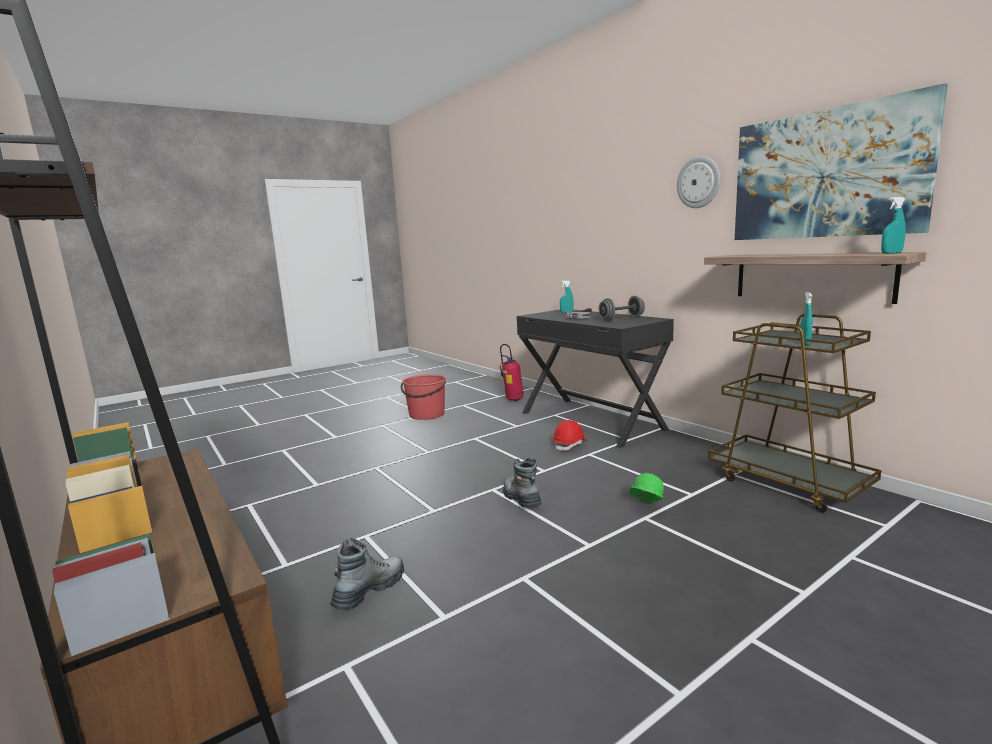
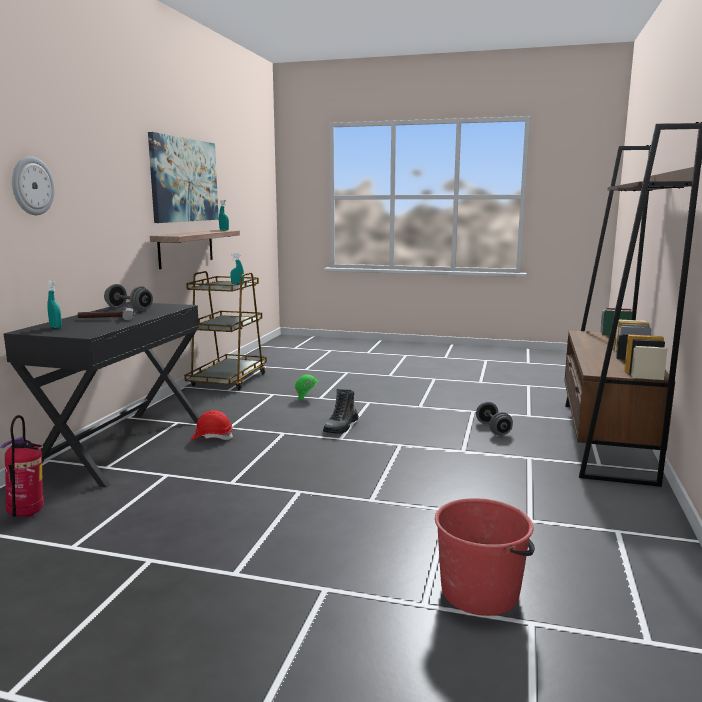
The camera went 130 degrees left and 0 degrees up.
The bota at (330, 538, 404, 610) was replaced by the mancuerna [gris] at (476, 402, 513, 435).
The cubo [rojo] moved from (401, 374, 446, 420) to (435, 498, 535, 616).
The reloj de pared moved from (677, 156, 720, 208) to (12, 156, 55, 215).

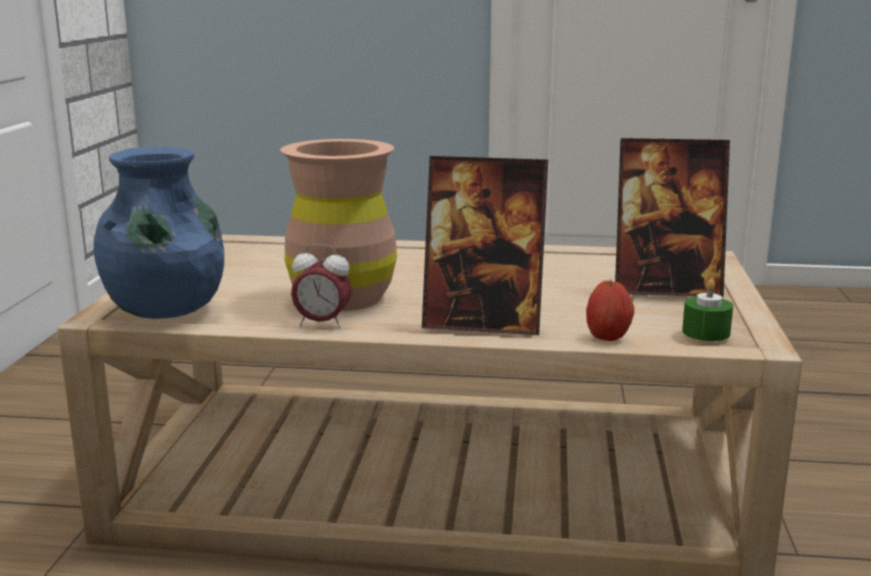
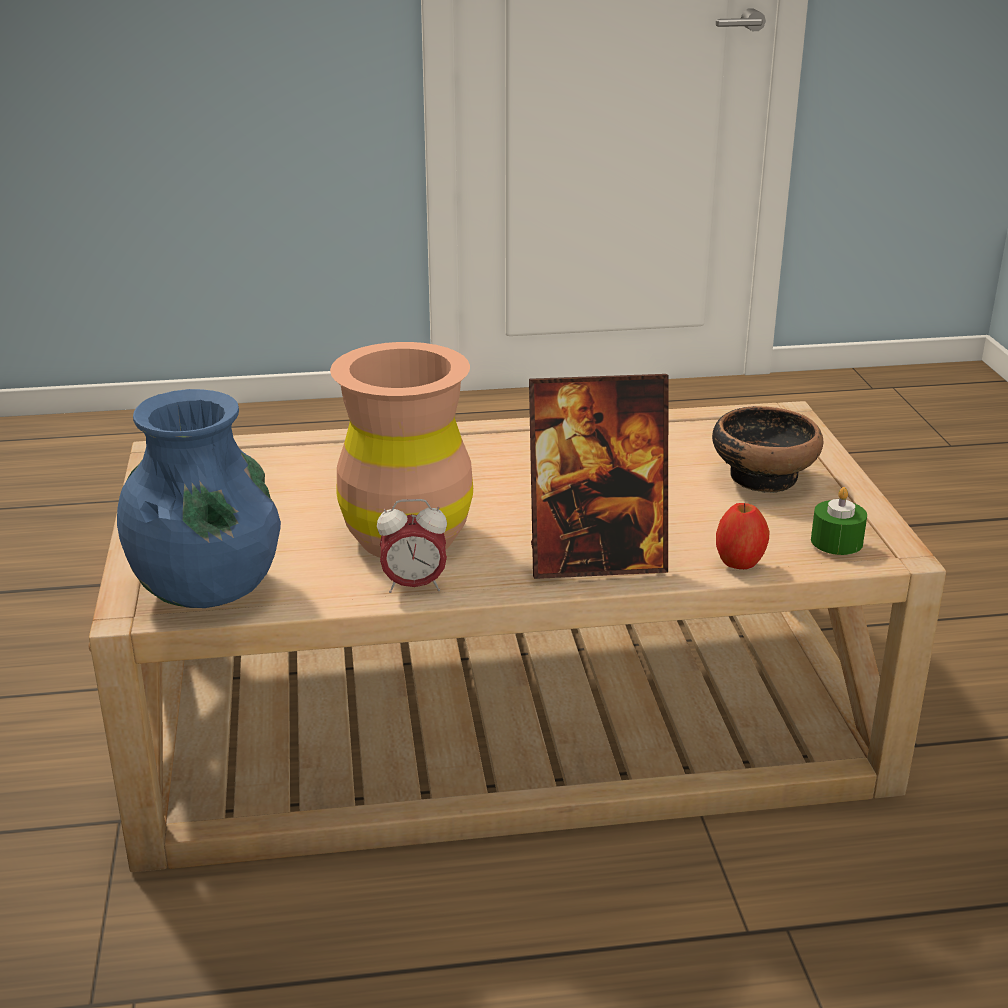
The camera went 15 degrees left and 10 degrees up.
The portarretratos at (615, 138, 730, 297) was replaced by the cuenco at (712, 406, 824, 493).

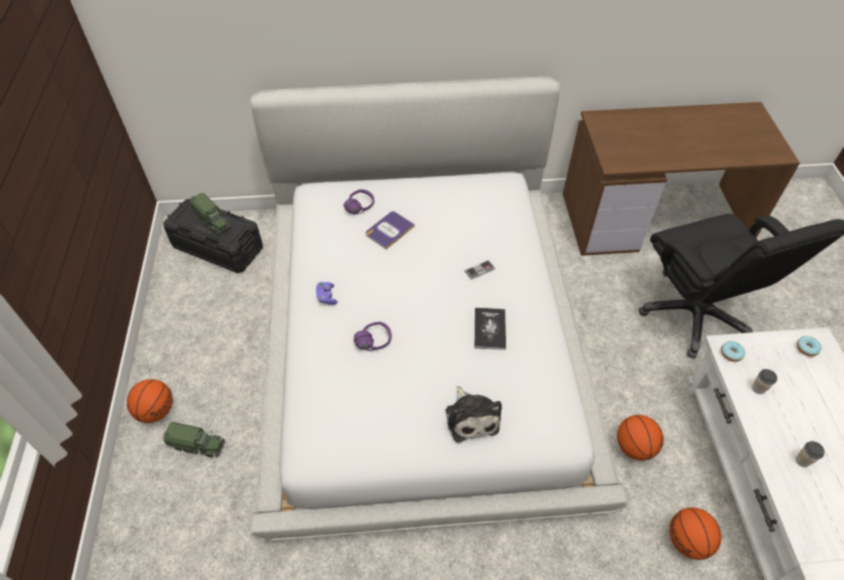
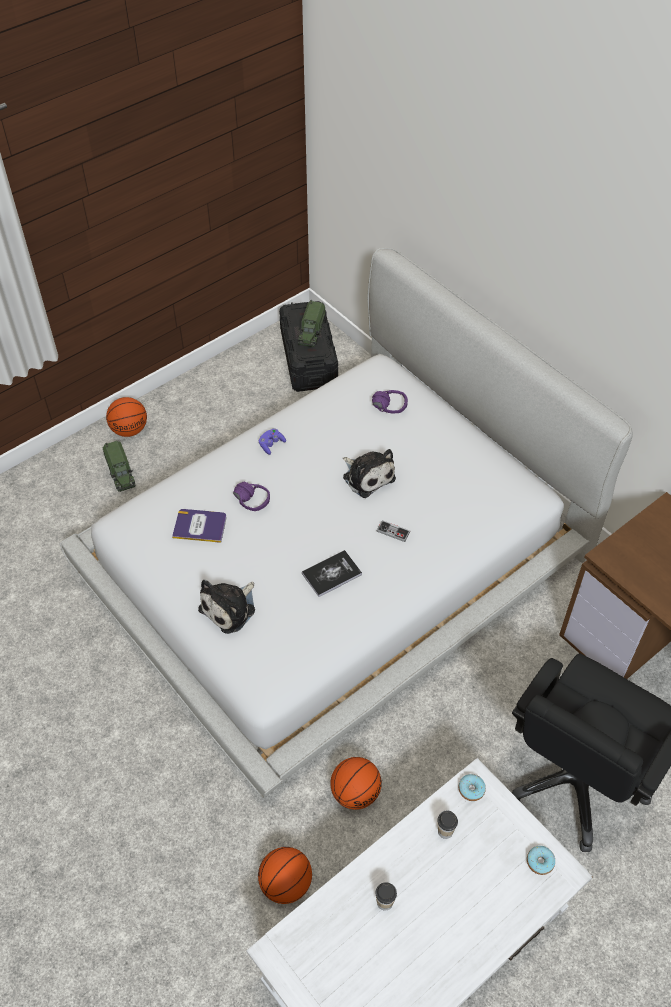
The camera went 55 degrees right and 0 degrees up.
The libro moved from (366, 211, 415, 250) to (172, 509, 227, 543).
The peluche at (343, 449, 396, 498) appeared.

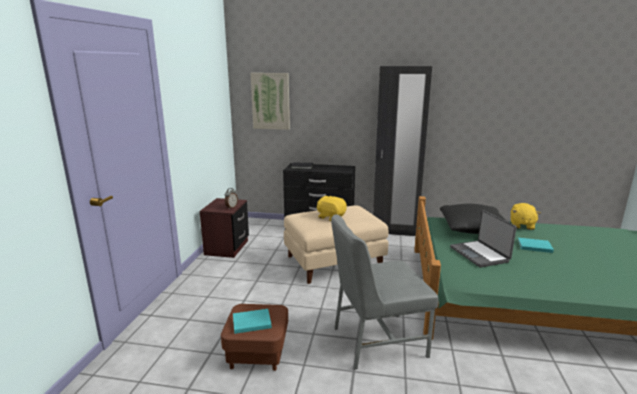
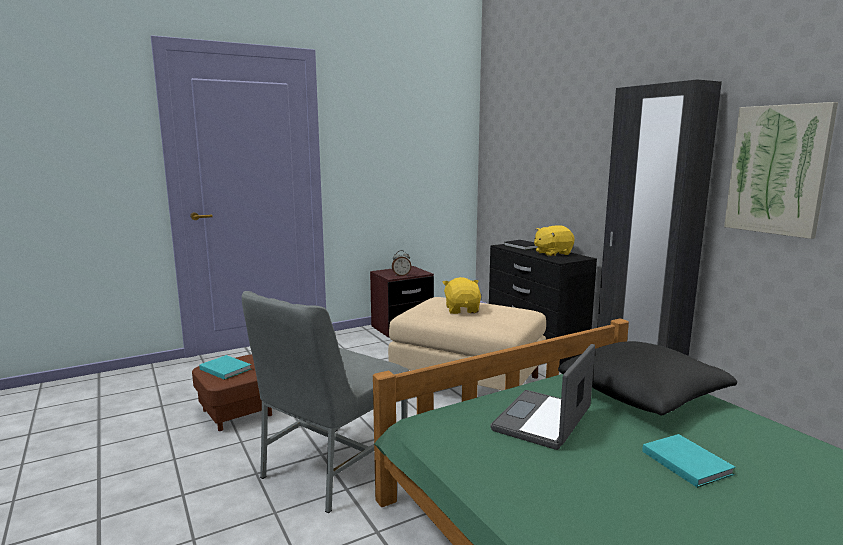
The camera went 50 degrees right and 5 degrees down.
The cuadro moved from (251, 73, 290, 130) to (724, 102, 838, 239).
The silla [gris] at (331, 214, 439, 369) turned 90 degrees counterclockwise.
The peluche [amarillo] moved from (511, 203, 541, 230) to (534, 225, 574, 256).

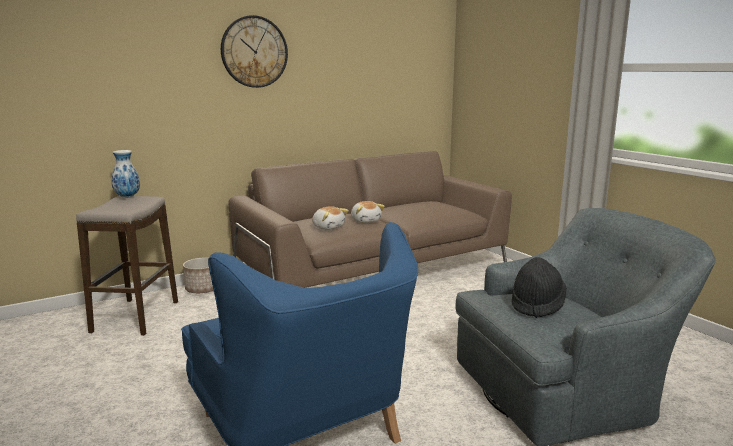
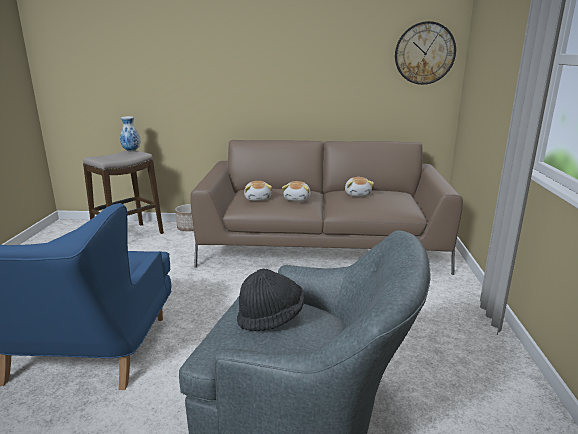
The camera went 35 degrees right and 5 degrees up.
The reloj de pared moved from (221, 15, 288, 88) to (395, 21, 456, 85).
The peluche at (345, 177, 374, 197) appeared.

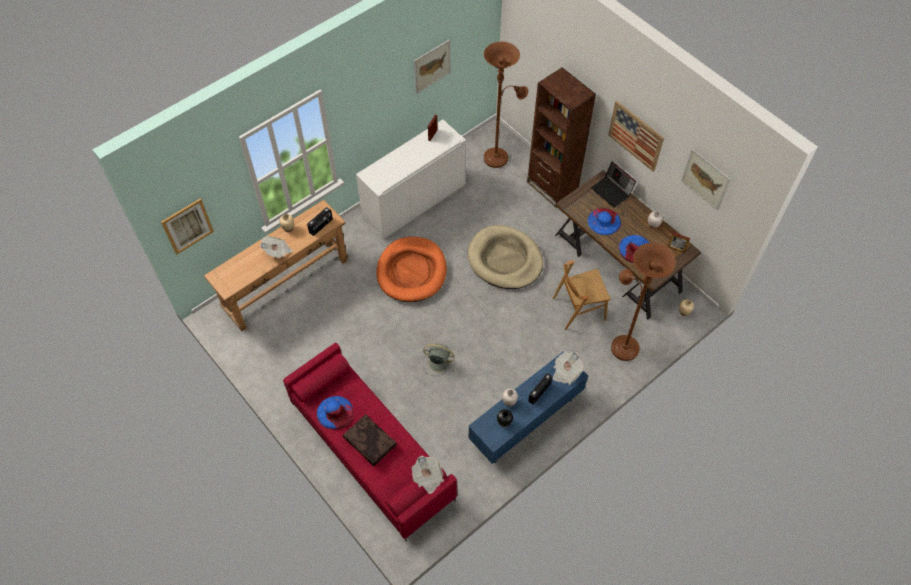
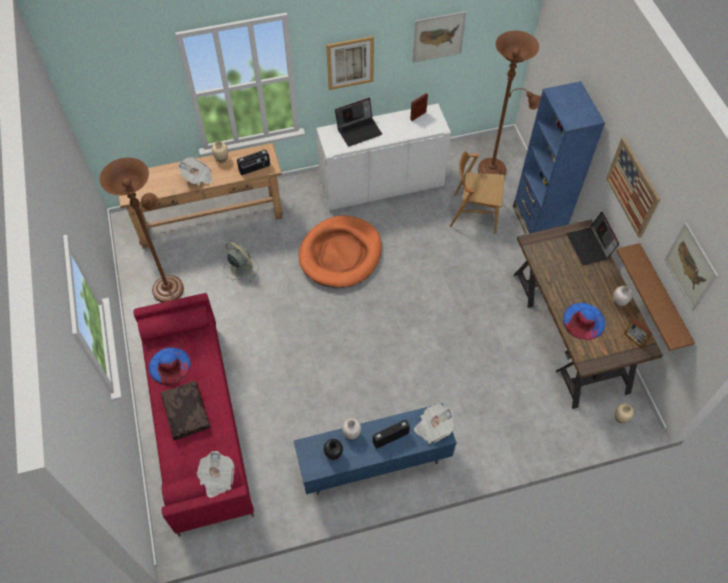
The camera went 25 degrees right and 0 degrees up.
The cuadro moved from (161, 198, 214, 255) to (326, 36, 374, 90).
The ventilador [gris] moved from (423, 343, 455, 376) to (223, 242, 259, 282).
The cama para perro [beis] at (468, 225, 543, 289) disappeared.
The estantería [marrón] at (527, 67, 596, 208) became the estantería [azul] at (513, 81, 605, 234).
The silla [marrón] moved from (553, 260, 611, 330) to (450, 151, 505, 234).
The sombrero [azul] at (588, 208, 621, 235) disappeared.
The lámpara de pie [marrón] moved from (611, 243, 676, 361) to (100, 158, 184, 302).
The portátil at (335, 98, 382, 146) appeared.
The estante [marrón] at (616, 243, 695, 351) appeared.

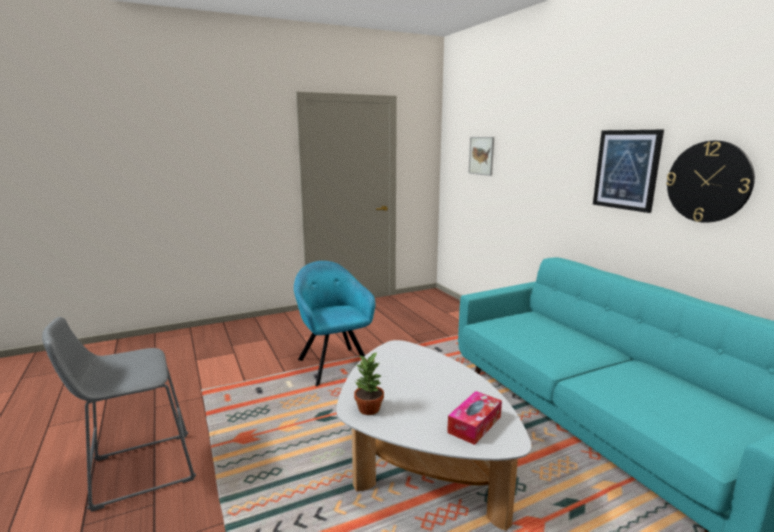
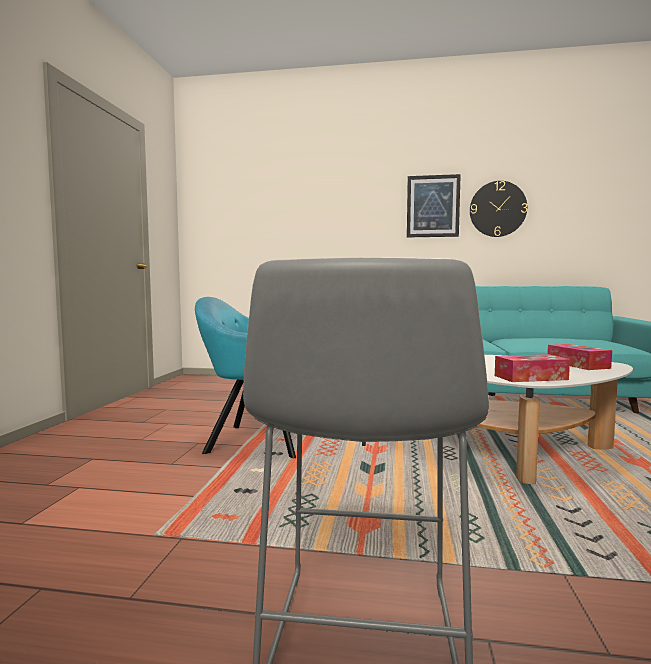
The camera went 55 degrees left and 10 degrees down.
The planta en maceta at (354, 351, 384, 415) was replaced by the caja de pañuelos at (495, 354, 570, 382).
The cuadro at (469, 137, 494, 176) disappeared.

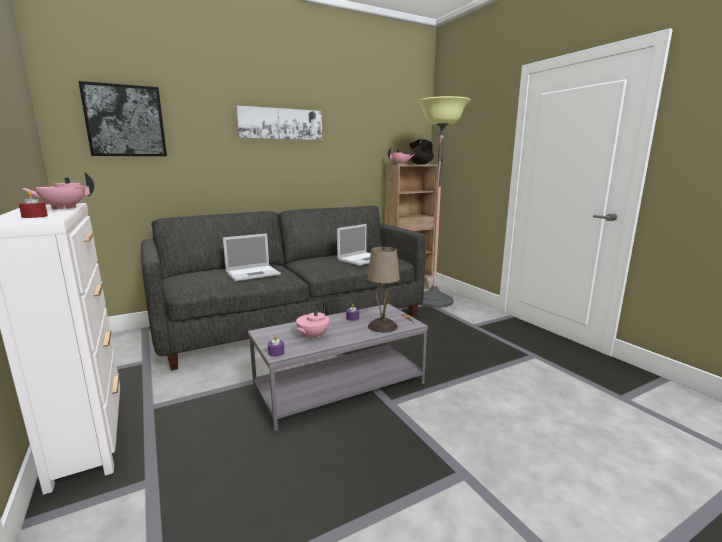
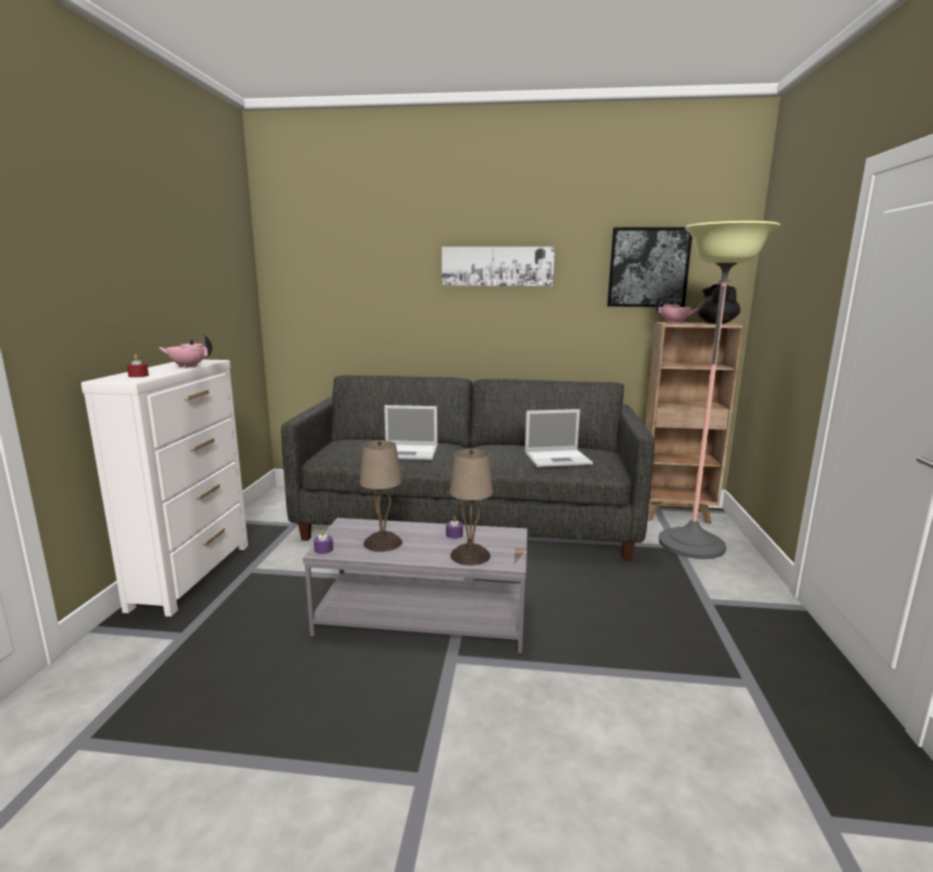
The camera went 35 degrees right and 0 degrees up.
The cuadro moved from (78, 81, 167, 156) to (607, 227, 692, 307).
The tetera [rosa] at (295, 304, 329, 339) was replaced by the lámpara de mesa [beis] at (360, 441, 402, 552).

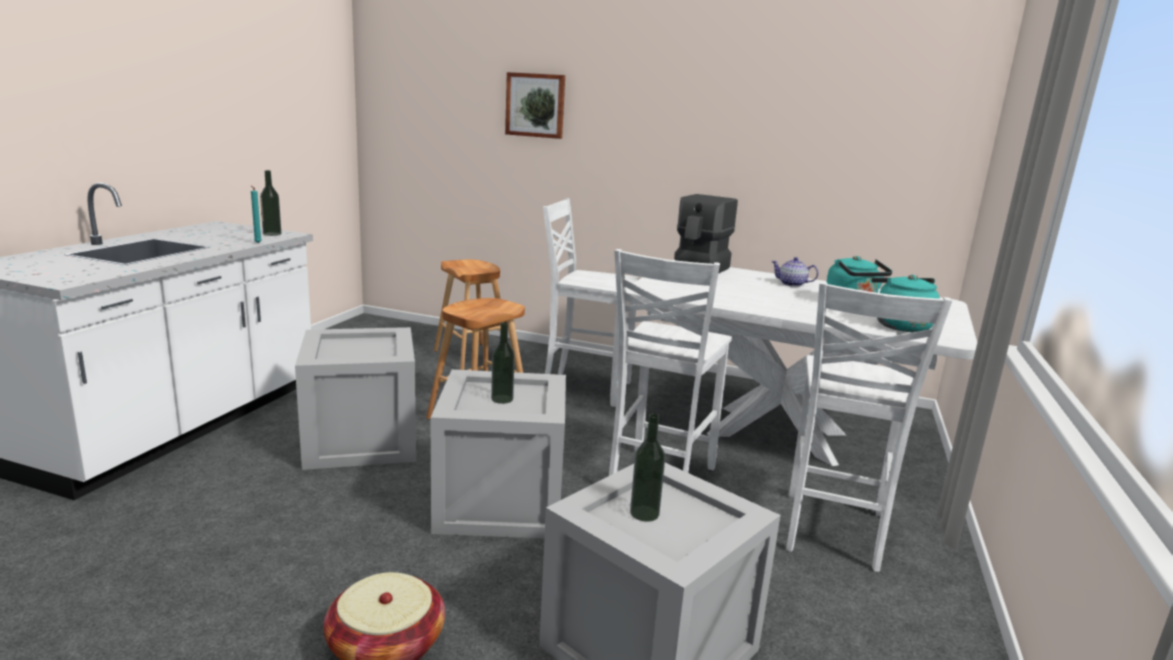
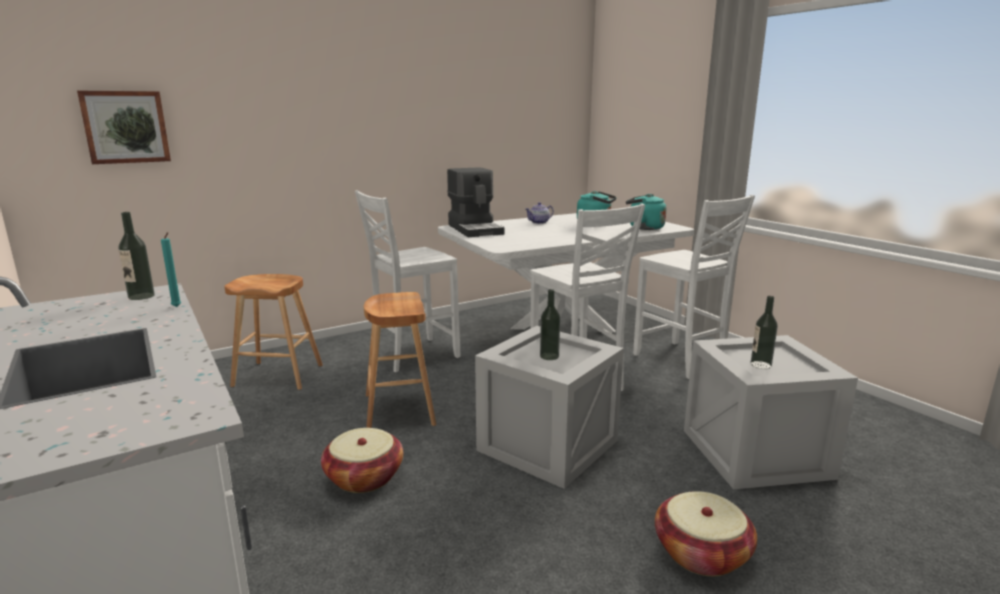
The camera went 50 degrees left and 0 degrees up.
The caja de embalaje at (295, 327, 416, 470) was replaced by the cesta at (321, 428, 403, 493).
The cuadro moved from (505, 72, 565, 139) to (77, 91, 171, 164).

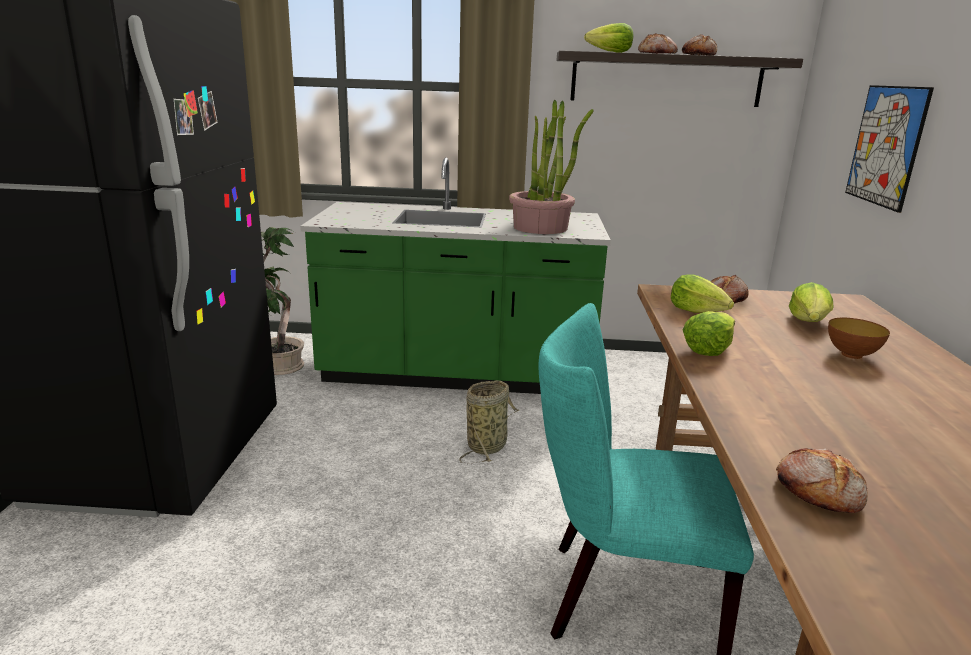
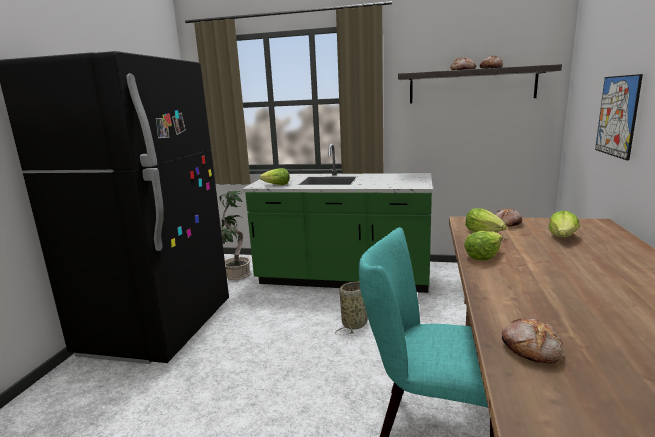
The camera went 10 degrees right and 5 degrees down.
The planta en maceta at (509, 100, 594, 234) disappeared.
The lechuga moved from (584, 23, 633, 53) to (259, 168, 290, 185).
The cuenco at (828, 318, 890, 359) disappeared.

